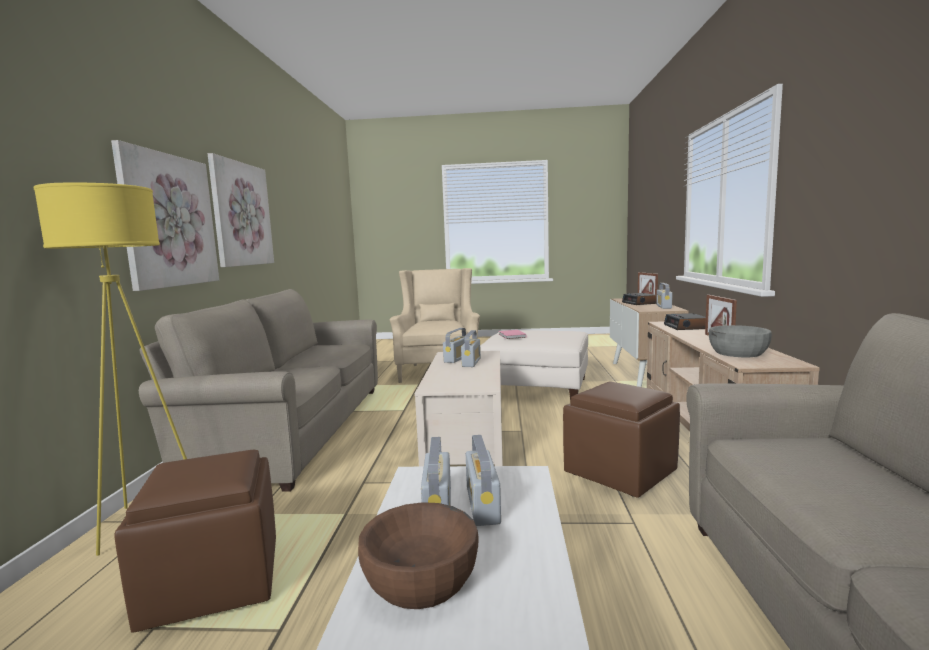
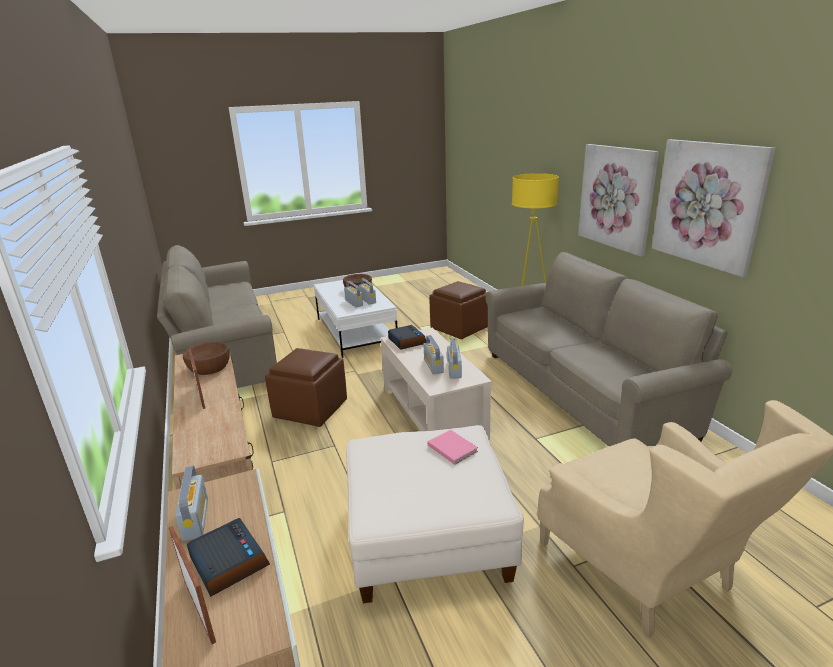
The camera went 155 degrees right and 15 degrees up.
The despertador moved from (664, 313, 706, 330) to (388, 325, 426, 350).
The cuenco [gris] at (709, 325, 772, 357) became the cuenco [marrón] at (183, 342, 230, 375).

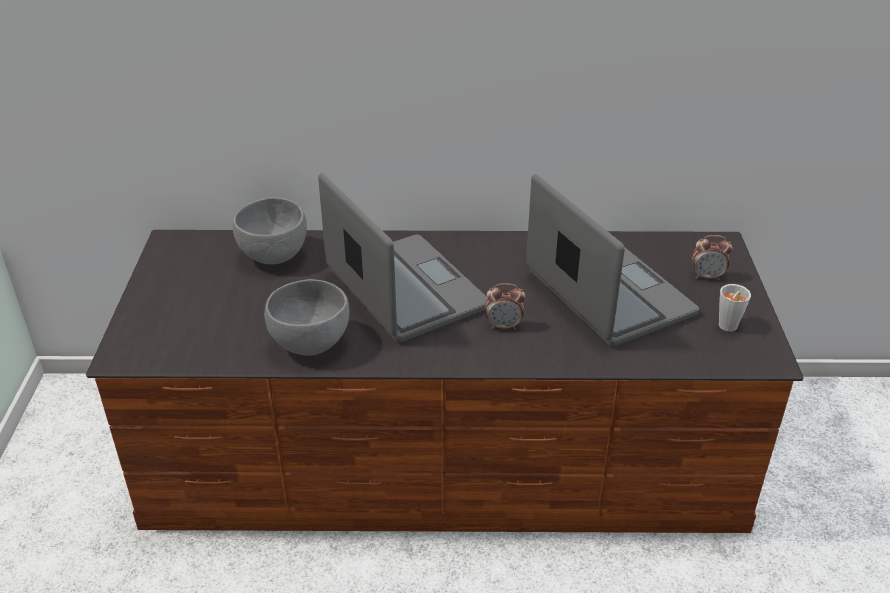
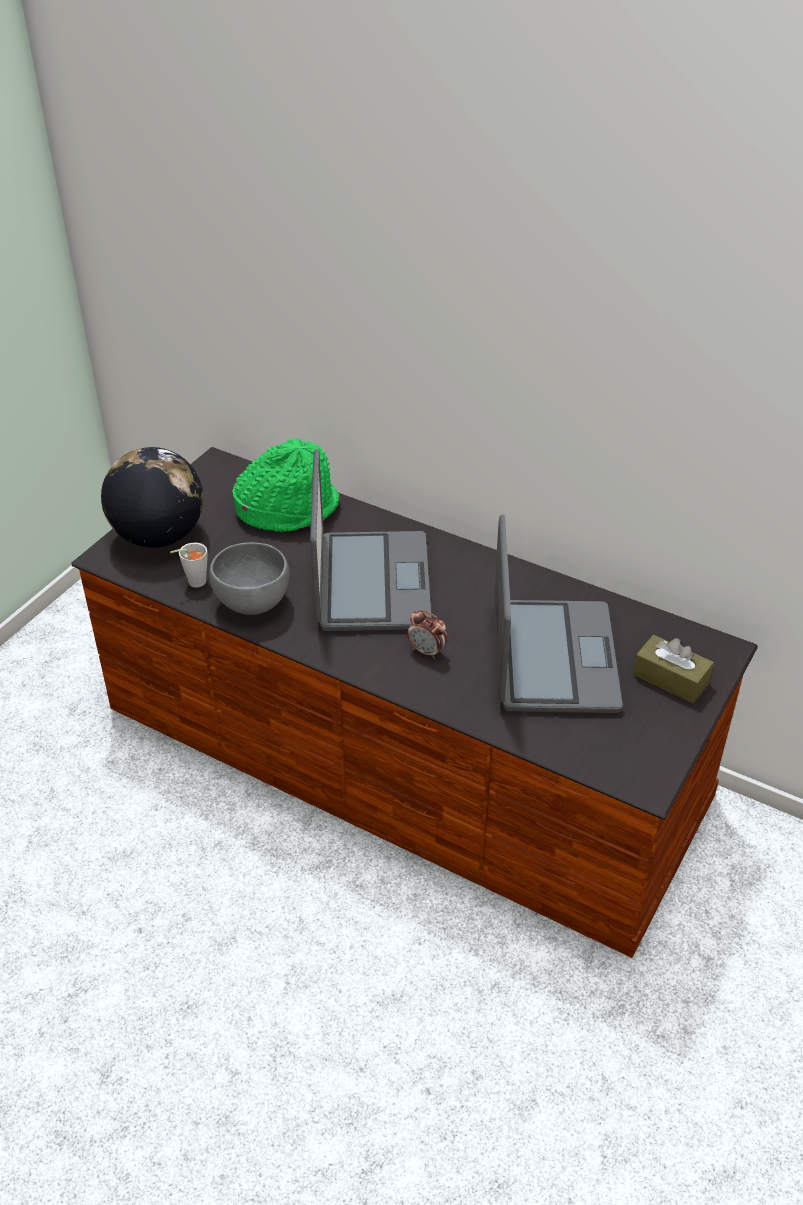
The camera went 30 degrees right and 5 degrees up.
The cuenco [gris] at (233, 197, 307, 264) was replaced by the sombrero [verde] at (232, 438, 340, 532).
The despertador at (692, 235, 733, 280) was replaced by the caja de pañuelos [marrón] at (633, 635, 714, 703).
The taza [gris] moved from (719, 284, 751, 332) to (170, 543, 207, 588).
The globo terráqueo at (101, 447, 203, 548) appeared.

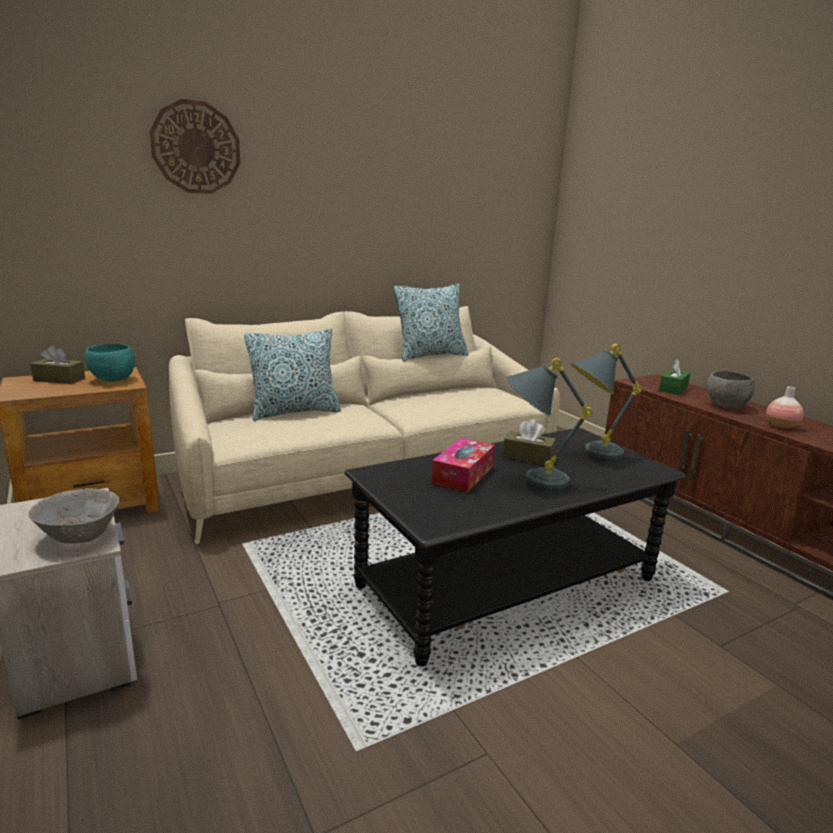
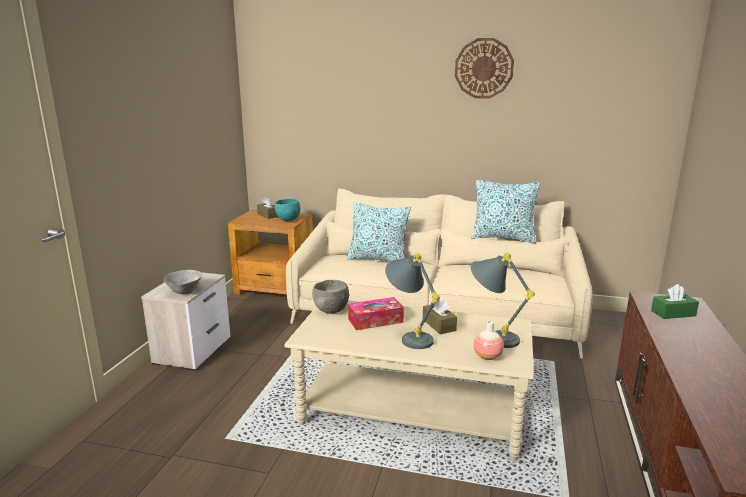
The camera went 45 degrees right and 0 degrees up.
The reloj de pared moved from (150, 99, 241, 194) to (455, 38, 514, 99).
The mesa de centro [negro] at (344, 428, 686, 666) became the mesa de centro [beis] at (284, 300, 534, 460).
The cuenco [gris] moved from (707, 371, 755, 408) to (312, 280, 349, 314).
The florero moved from (766, 386, 803, 429) to (474, 321, 504, 360).

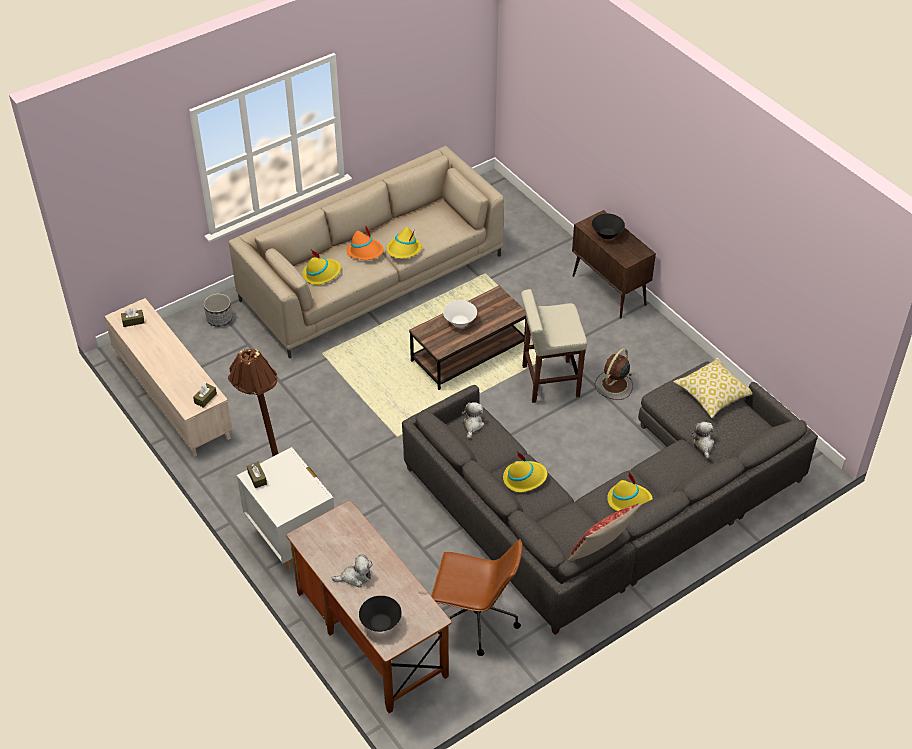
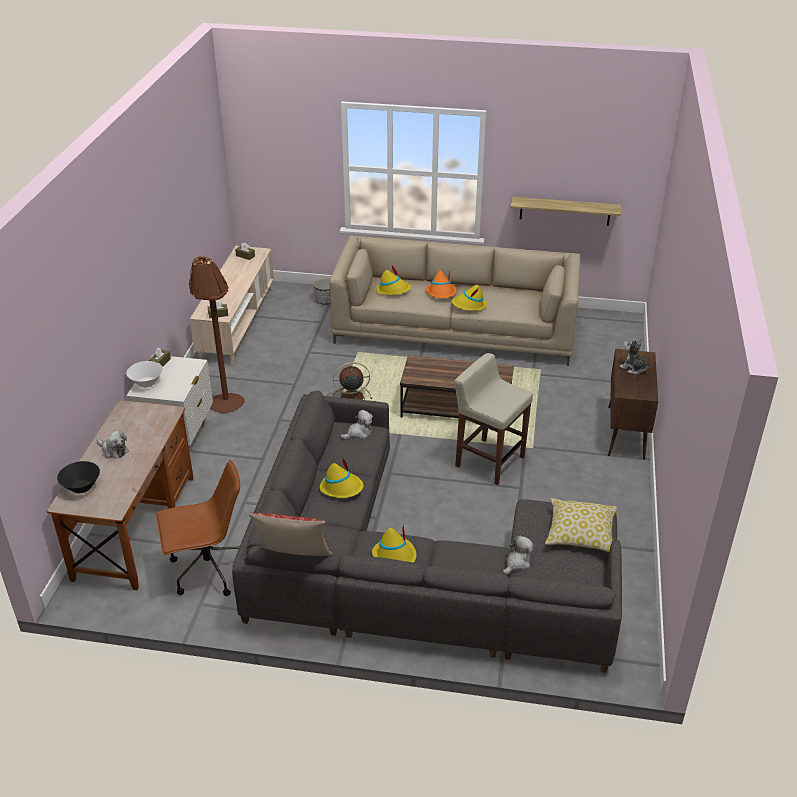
The camera went 45 degrees right and 10 degrees down.
The silla de oficina [marrón] at (431, 539, 523, 656) turned 75 degrees counterclockwise.
The cuenco [blanco] moved from (443, 300, 477, 327) to (126, 361, 163, 387).
The cuenco [negro] at (592, 214, 625, 239) was replaced by the peluche at (620, 338, 651, 374).
The ventilador [marrón] moved from (595, 348, 633, 400) to (333, 362, 372, 400).
The estante at (511, 197, 621, 226) appeared.

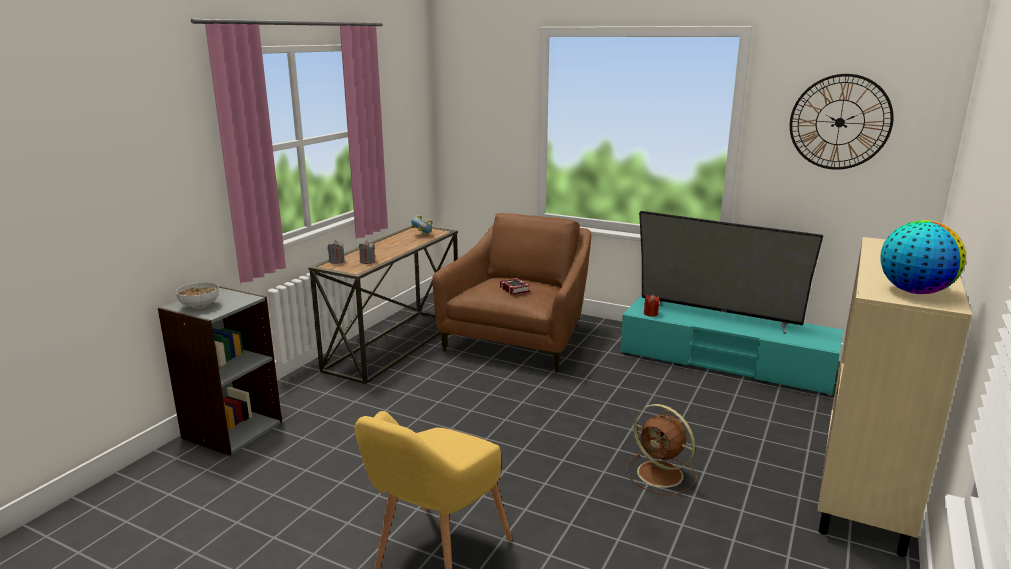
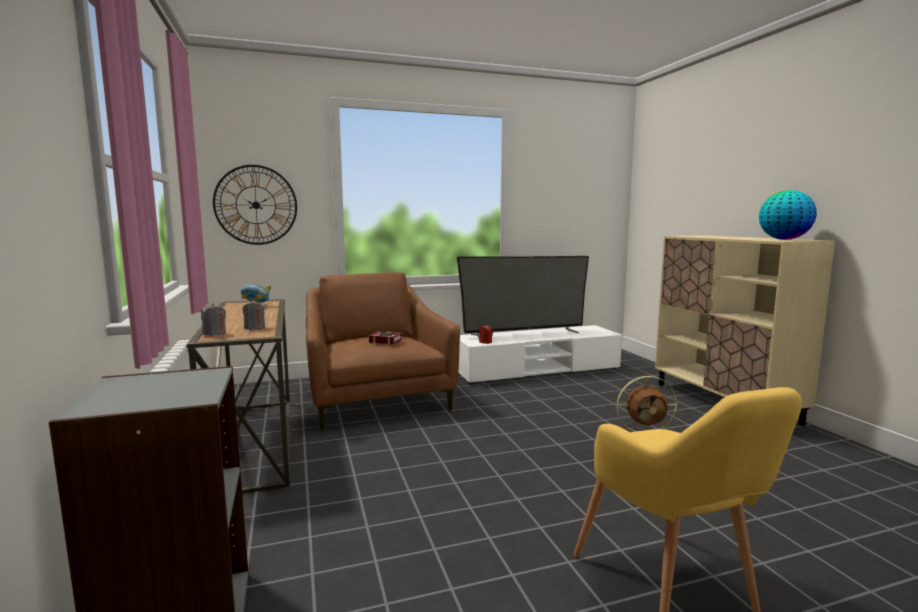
The camera went 45 degrees left and 10 degrees down.
The cuenco at (176, 282, 219, 309) disappeared.
The mueble de televisión [turquesa] at (621, 296, 843, 396) became the mueble de televisión [blanco] at (458, 325, 622, 384).
The reloj de pared moved from (790, 74, 894, 170) to (213, 165, 297, 245).

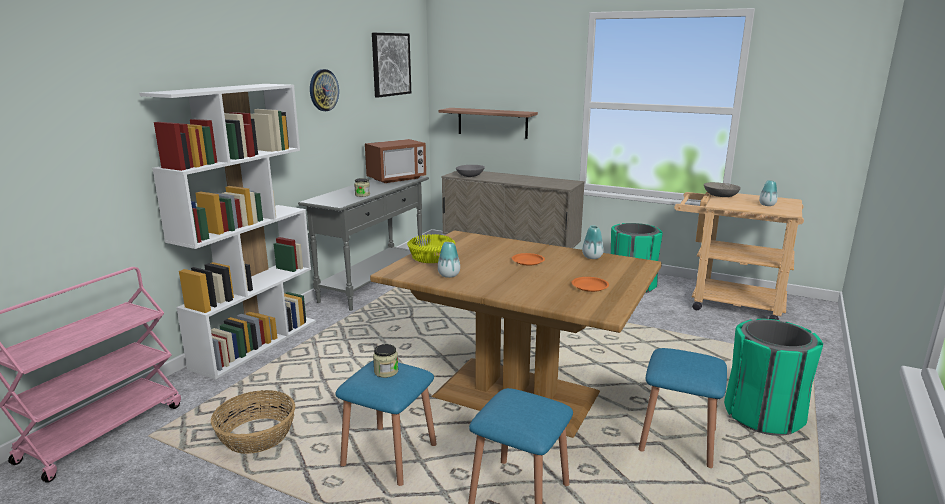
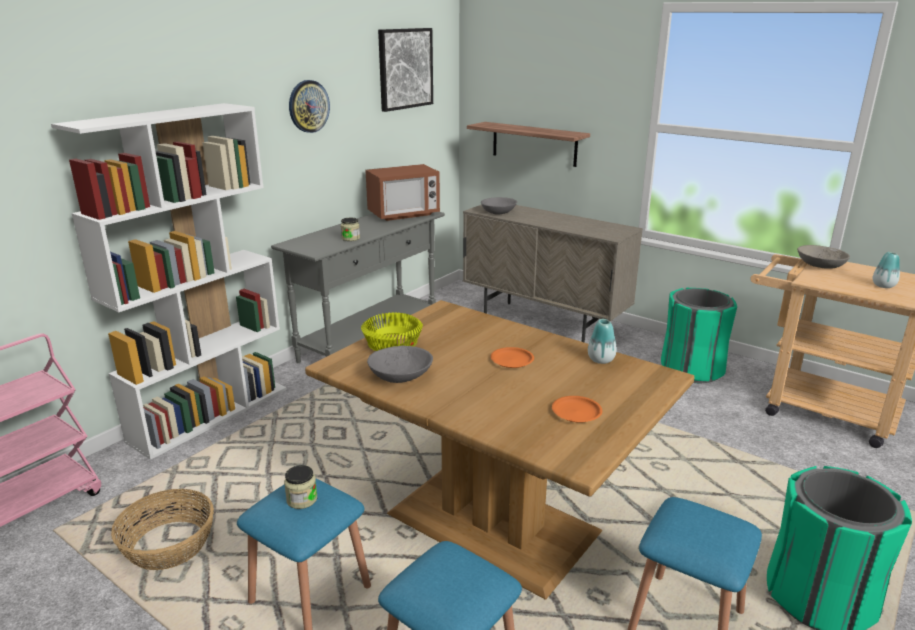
The camera went 10 degrees right and 5 degrees up.
The florero at (438, 242, 460, 278) was replaced by the cuenco [gris] at (367, 346, 433, 383).

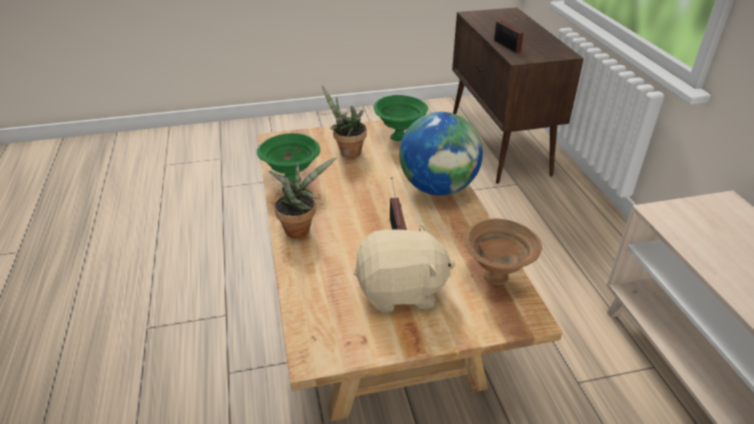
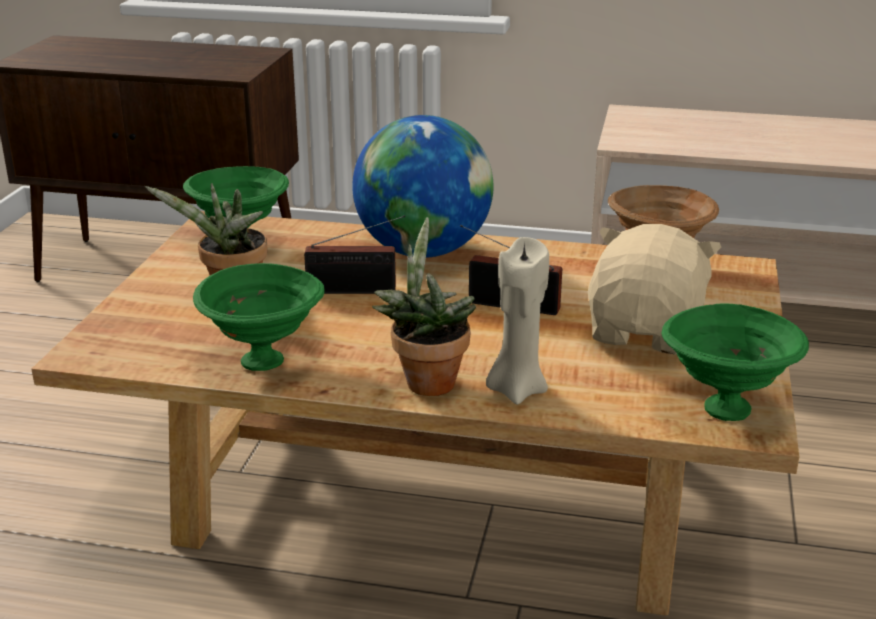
The camera went 65 degrees left and 10 degrees down.
The radio moved from (494, 19, 528, 53) to (304, 215, 405, 294).
The vela [beis] at (486, 237, 549, 405) appeared.
The cuenco [verde] at (661, 303, 809, 421) appeared.

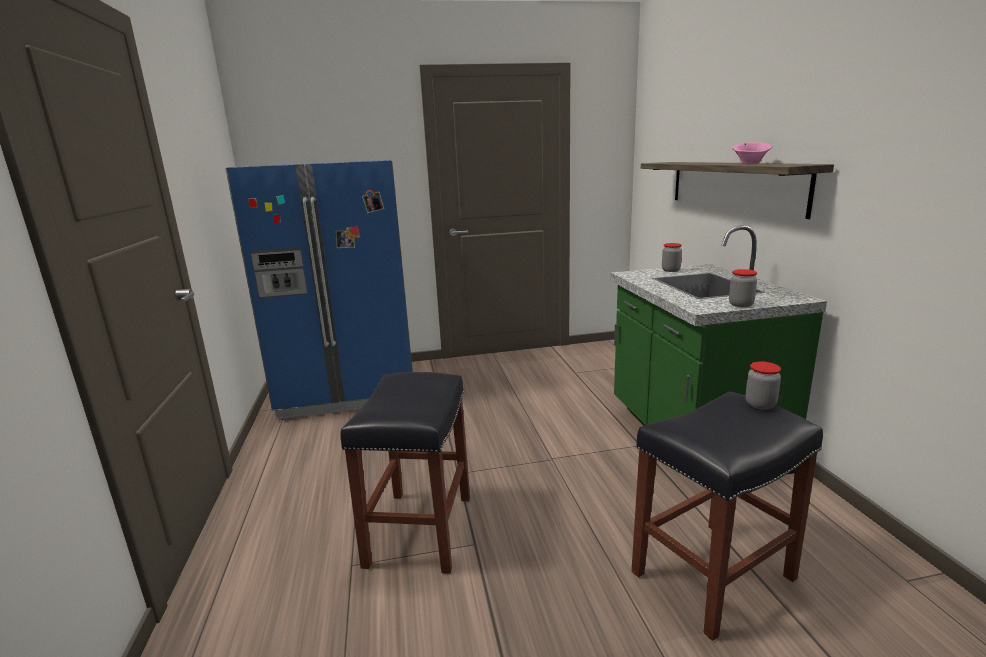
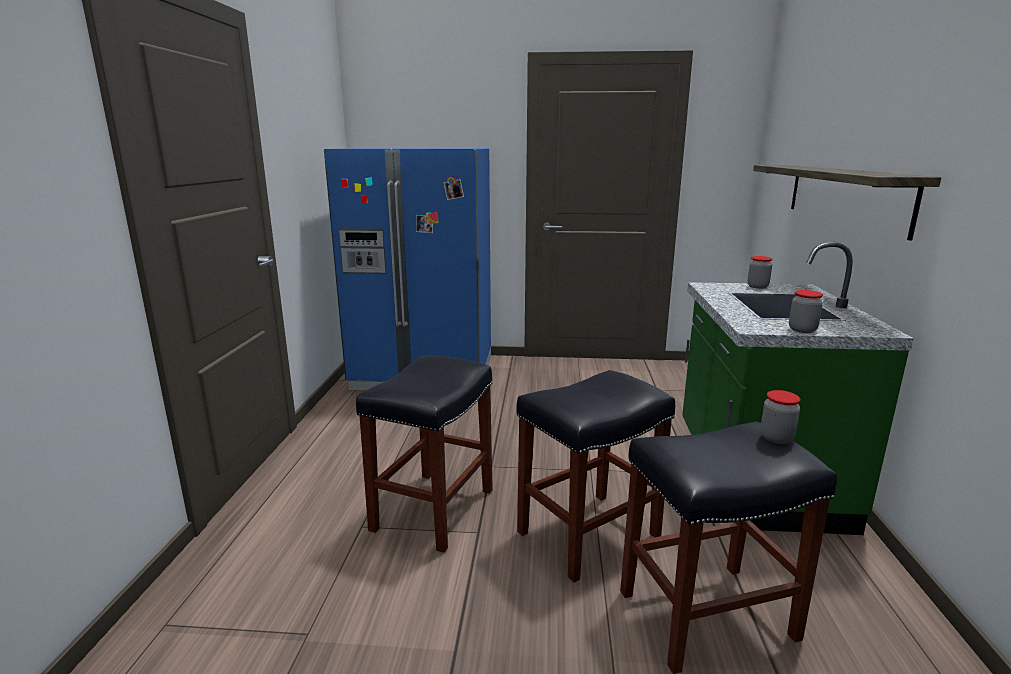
The camera went 15 degrees right and 0 degrees up.
The cuenco [rosa] at (732, 142, 773, 164) disappeared.
The taburete [negro] at (516, 370, 675, 583) appeared.

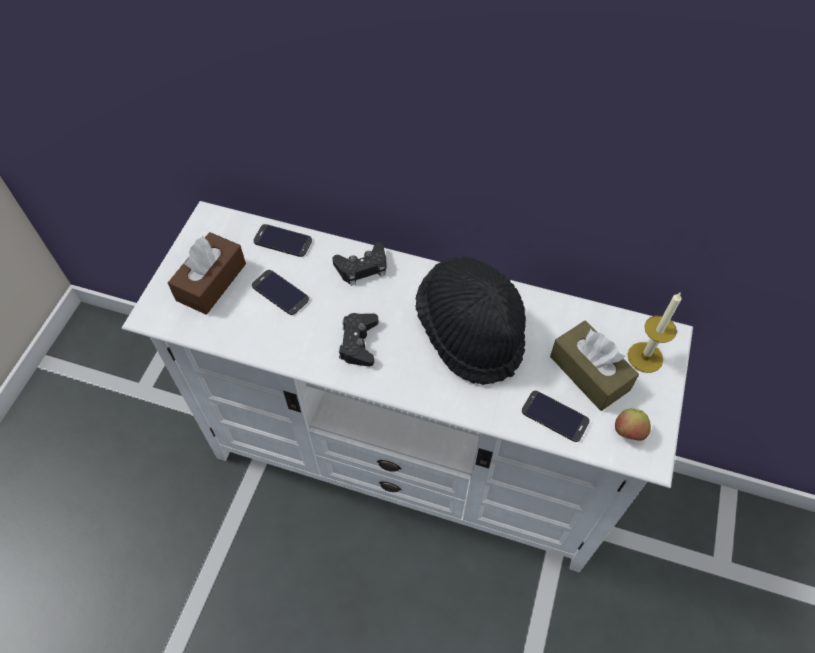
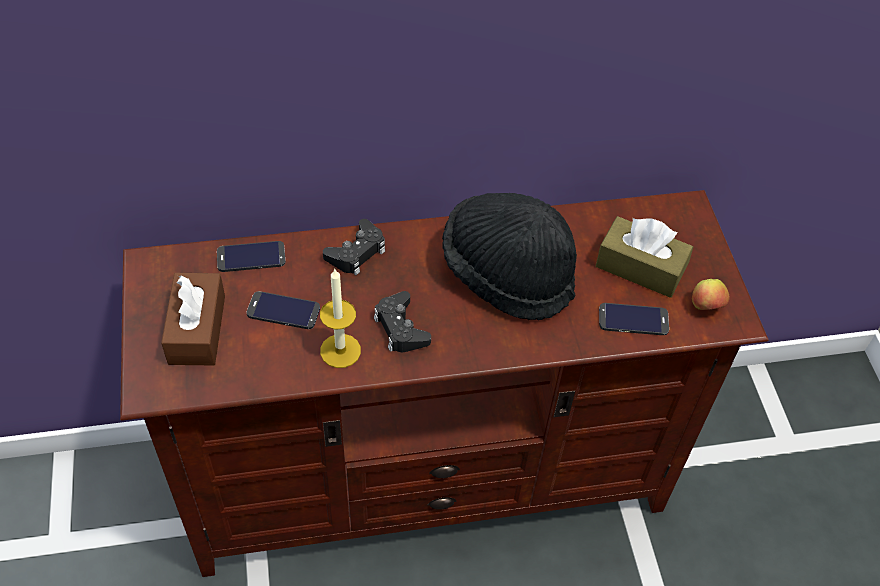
The camera went 30 degrees left and 5 degrees down.
The mueble de televisión [blanco] at (122, 201, 693, 572) became the mueble de televisión [marrón] at (120, 190, 769, 577).
The vela moved from (628, 293, 682, 373) to (320, 268, 361, 368).

